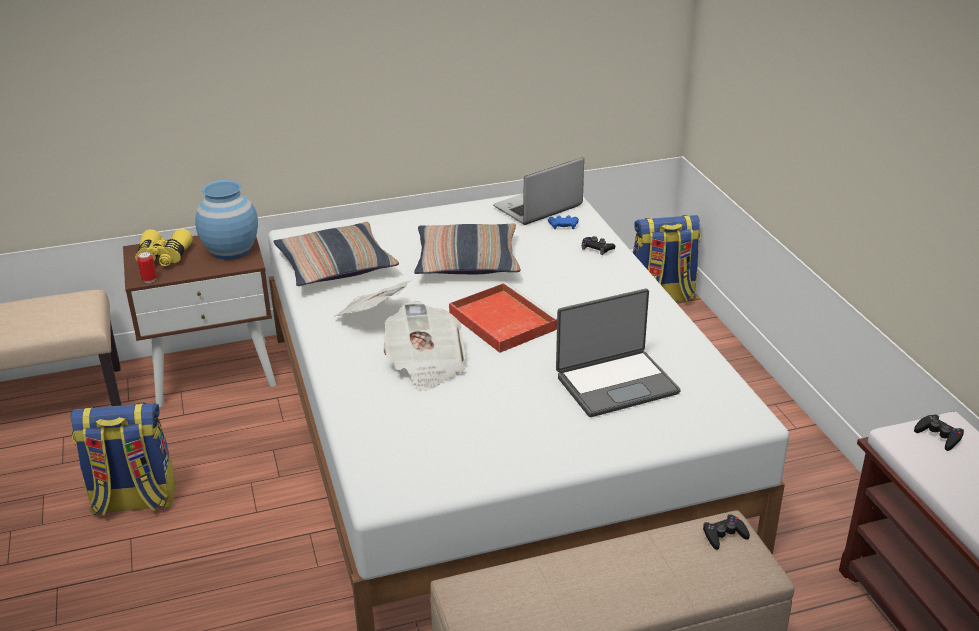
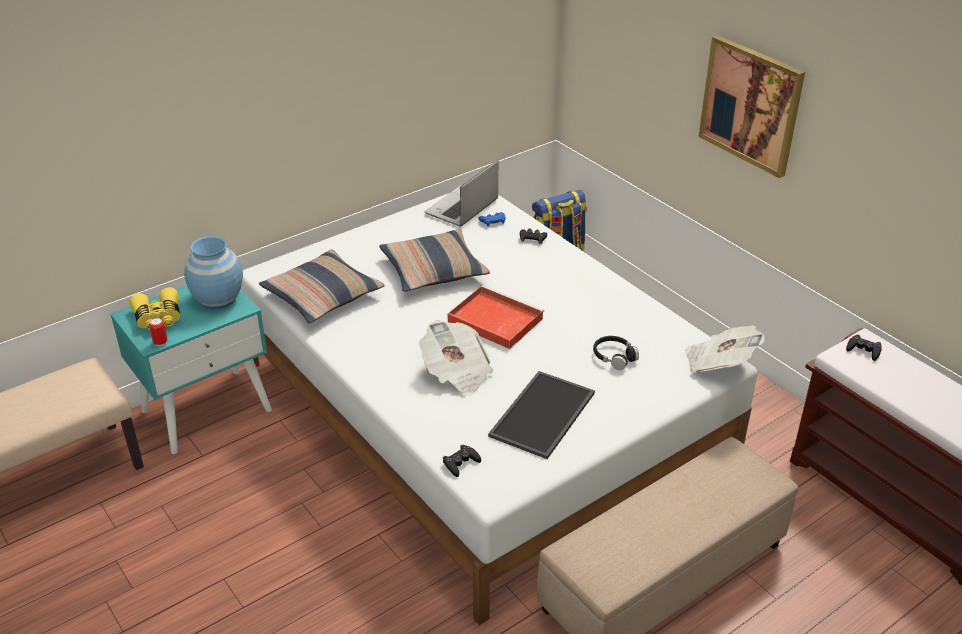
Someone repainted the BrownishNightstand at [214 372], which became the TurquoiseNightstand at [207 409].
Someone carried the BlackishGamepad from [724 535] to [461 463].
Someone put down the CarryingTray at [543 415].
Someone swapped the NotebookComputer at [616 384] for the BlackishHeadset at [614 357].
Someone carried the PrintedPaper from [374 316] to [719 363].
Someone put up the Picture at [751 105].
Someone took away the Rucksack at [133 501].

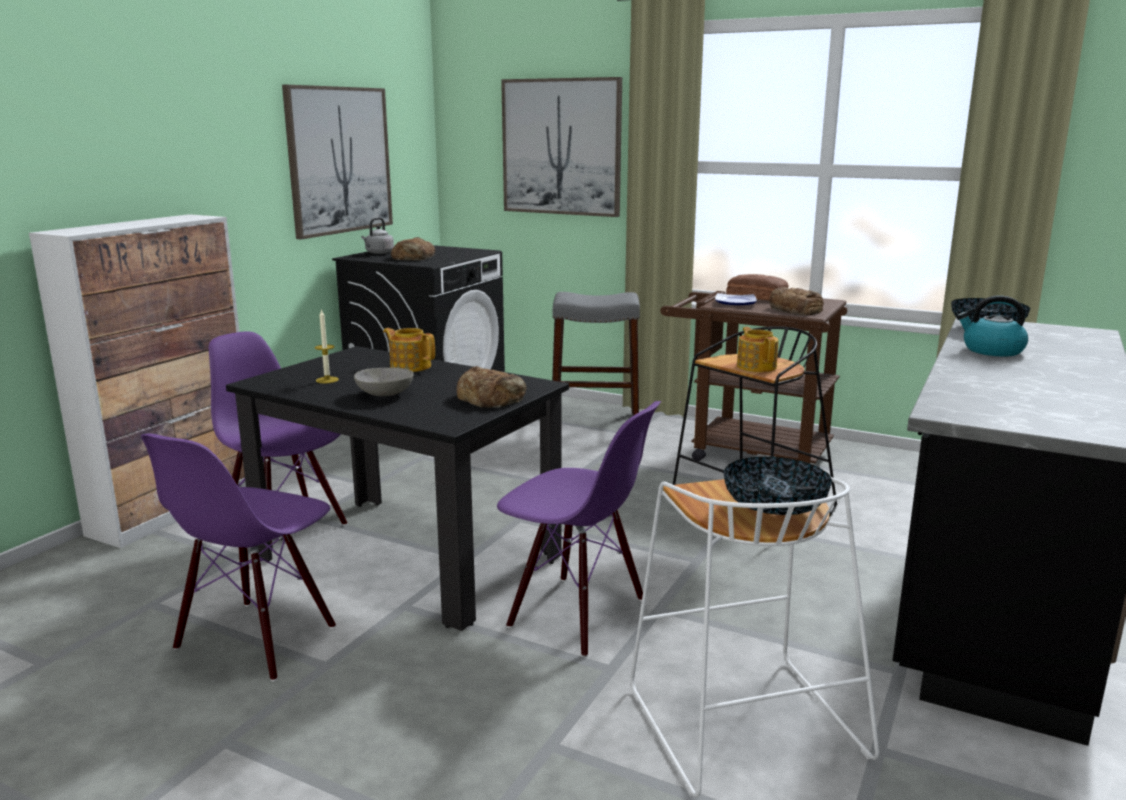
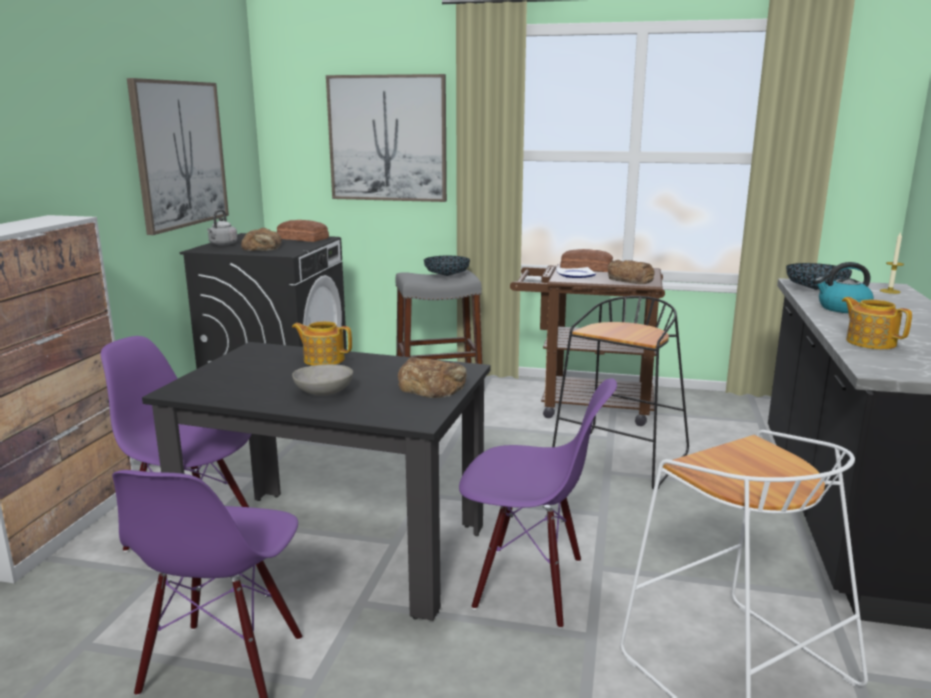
Someone put down the BakeryBread at [302 238].
Someone carried the DeepDish from [774 510] to [447 276].
Someone carried the Teapot from [756 366] to [870 342].
Someone carried the Candle from [327 380] to [890 291].

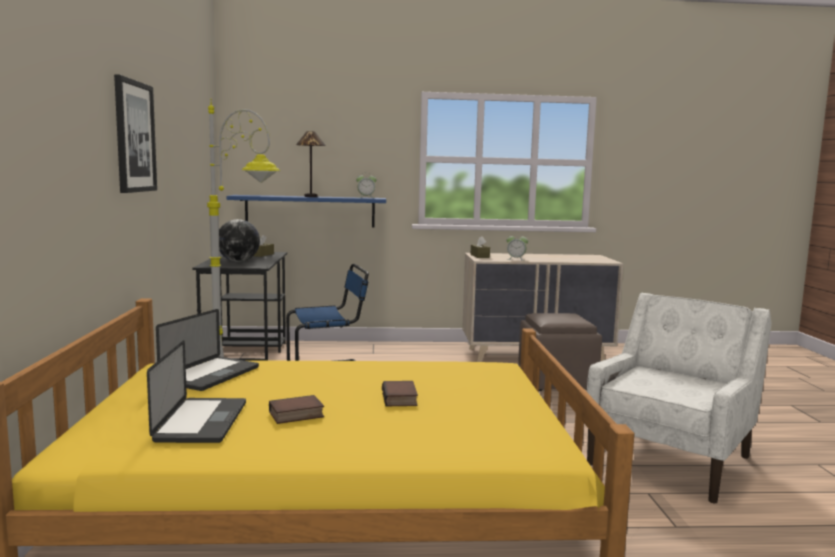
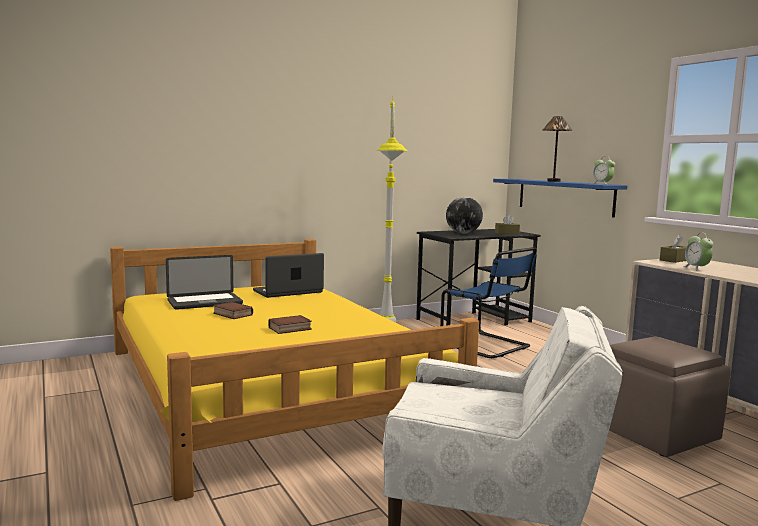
Someone rotated the NotebookComputer at [210 375] by 150 degrees clockwise.
Someone took away the Picture at [134 137].

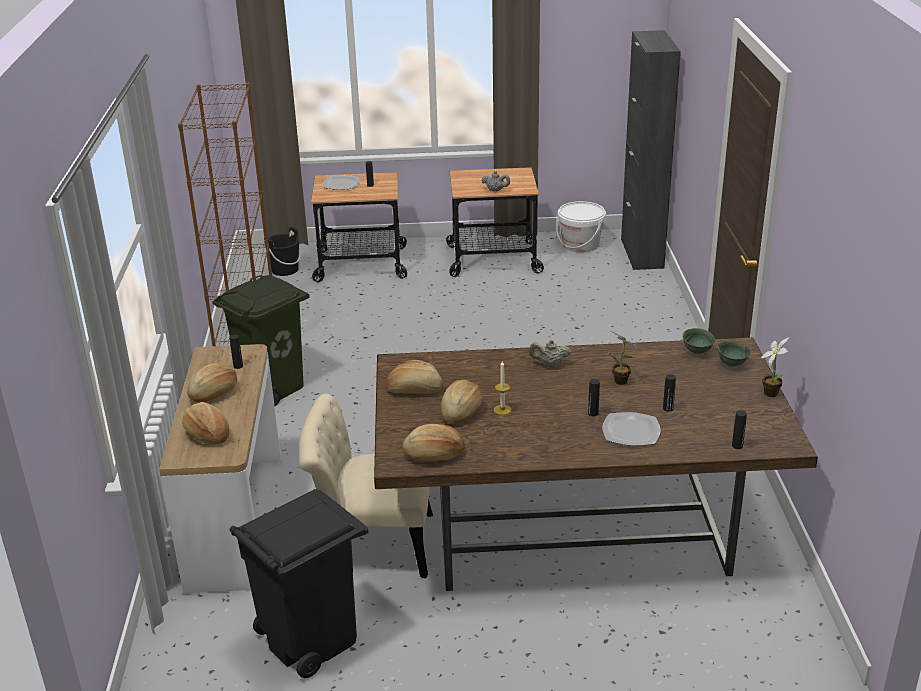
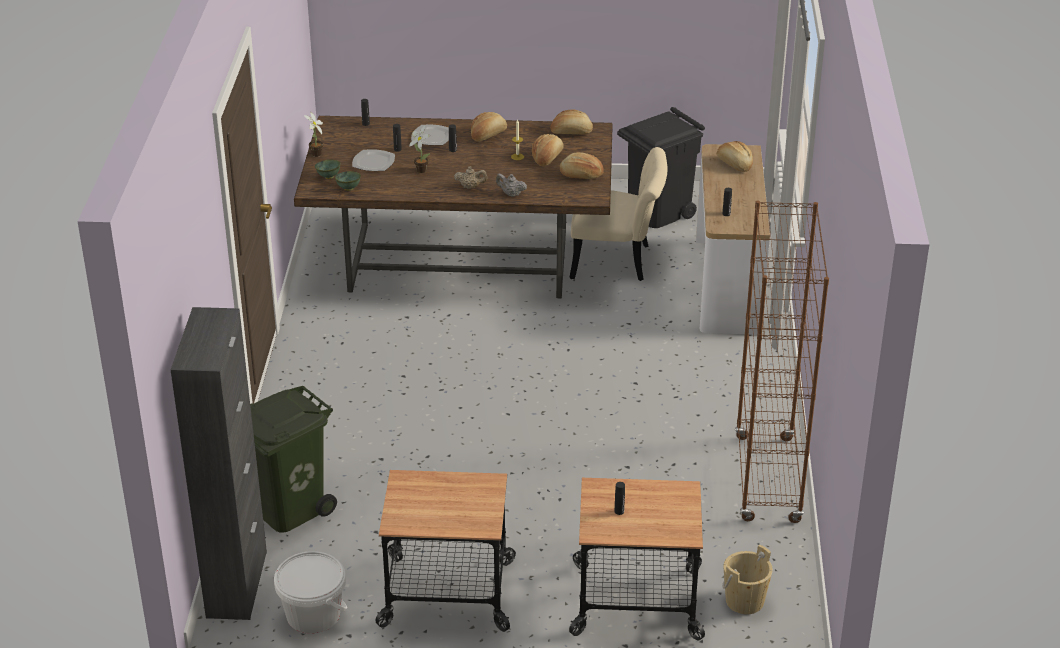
Someone carried the GreenColouredWasteBin from [273 388] to [288 508].
Someone carried the Plate from [341 184] to [374 162].
Someone carried the BakeryBread from [214 392] to [488 135].
Someone carried the GreyishTeapot from [495 190] to [511 194].
Someone repainted the BlackishWaterBucket at [284 269], which became the BeigeColouredWaterBucket at [744 601].

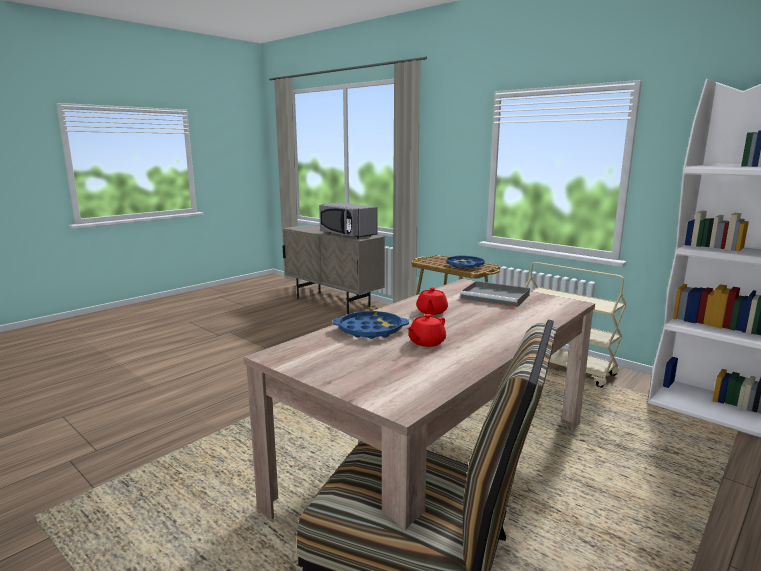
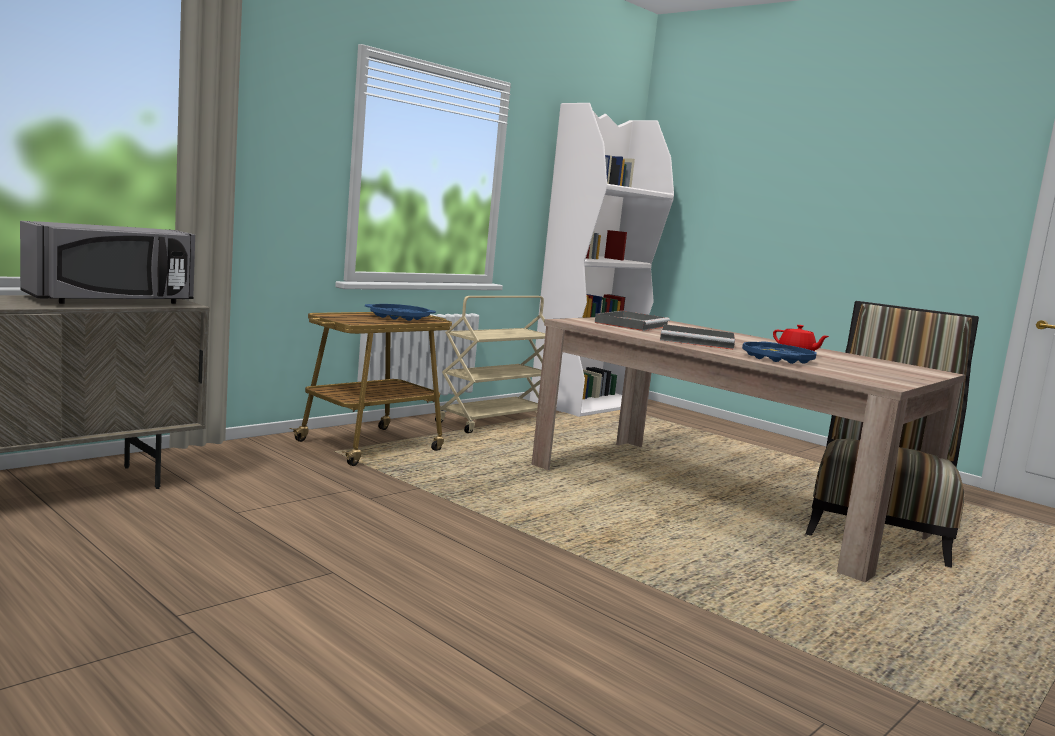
Someone swapped the RedTeapot at [431 312] for the GreyishCarryingTray at [698 341].

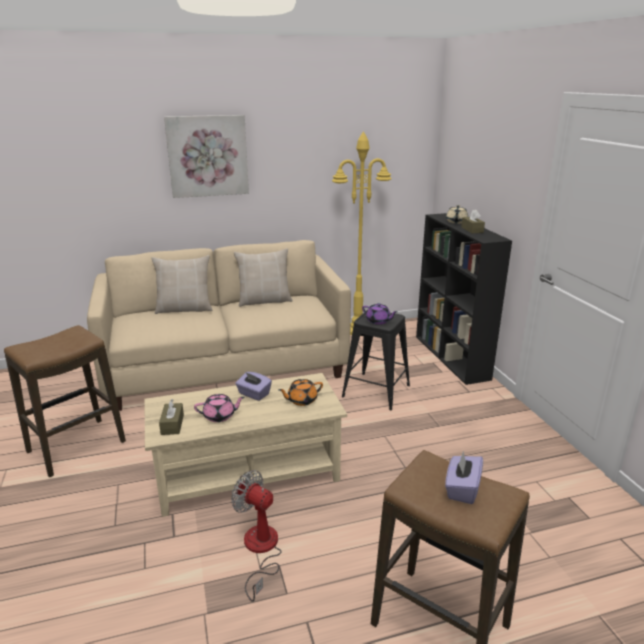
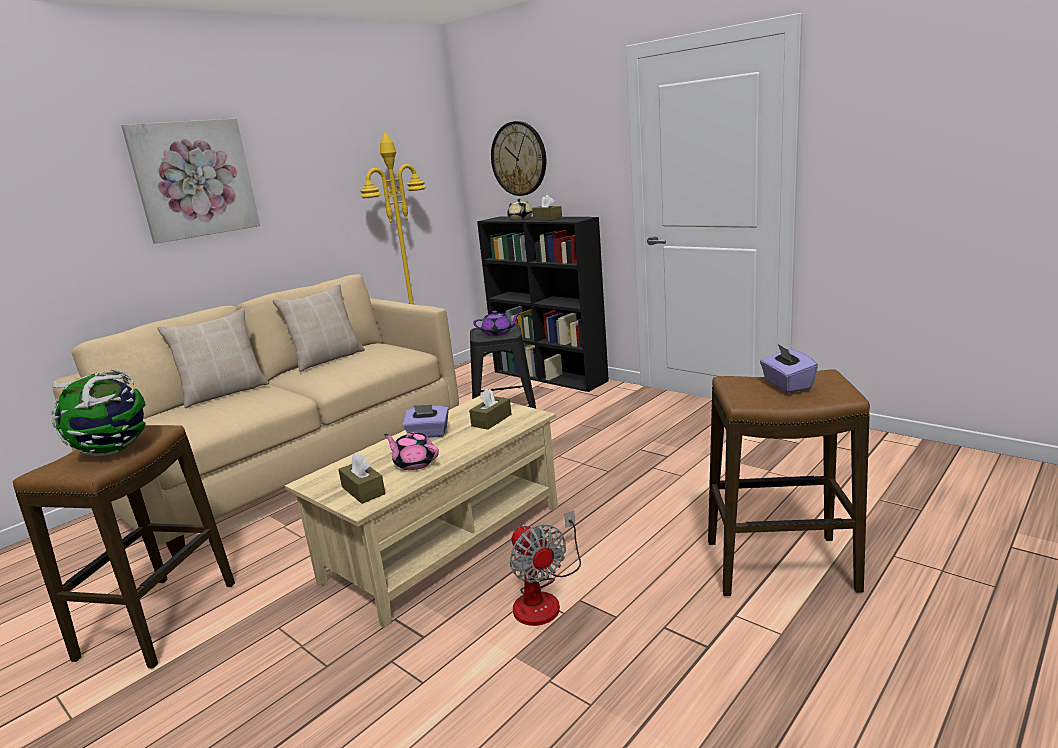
Someone put down the WorldGlobe at [114 451].
Someone rotated the PinkishTeapot at [220 416] by 105 degrees counterclockwise.
Someone swapped the OrangeyTeapot at [301 400] for the BrownishTissueHolder at [491 420].
Someone put up the ClockOnTheWall at [519 159].
Someone rotated the Fan at [260 550] by 120 degrees counterclockwise.

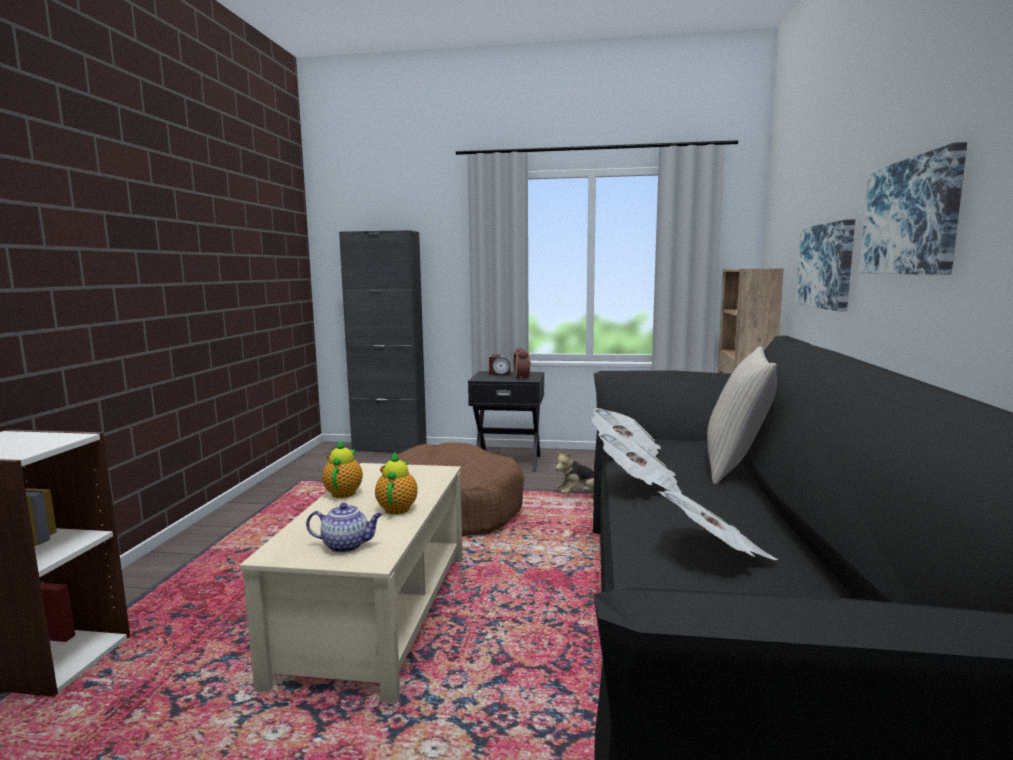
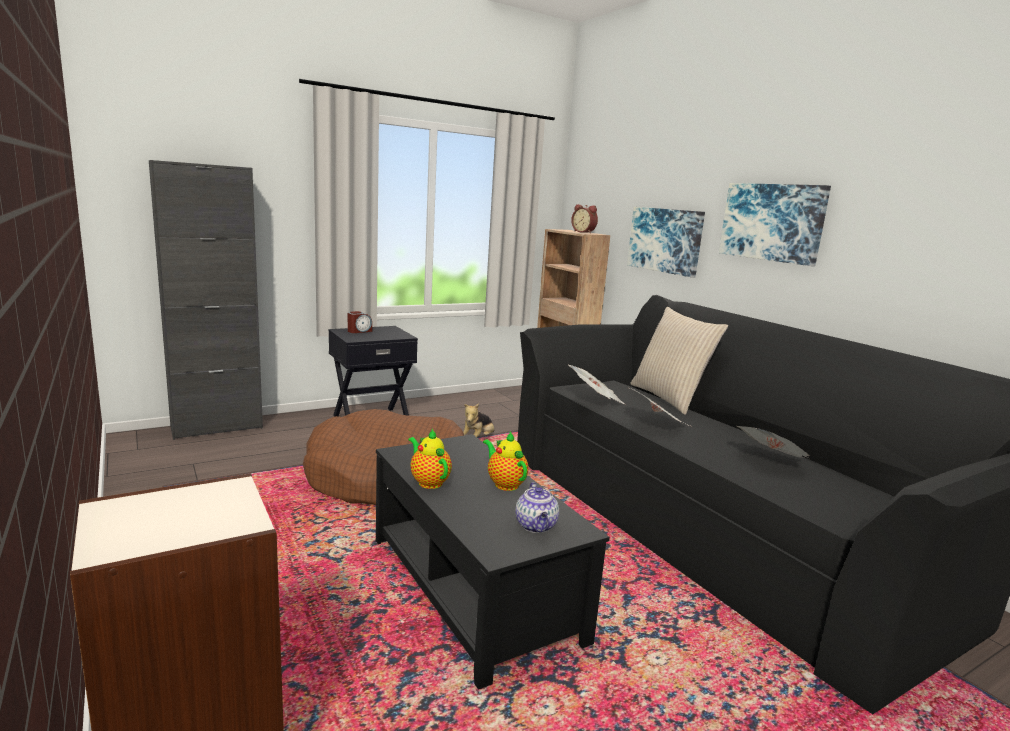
Someone repainted the BeigeColouredLowTable at [379 614], which became the BlackishLowTable at [474 588].
Someone rotated the Teapot at [347 545] by 120 degrees clockwise.
Someone carried the BedsideClock from [523 377] to [584 232].

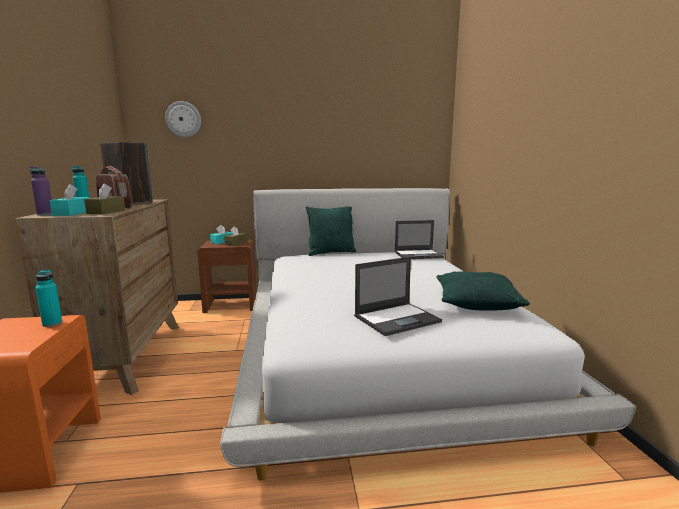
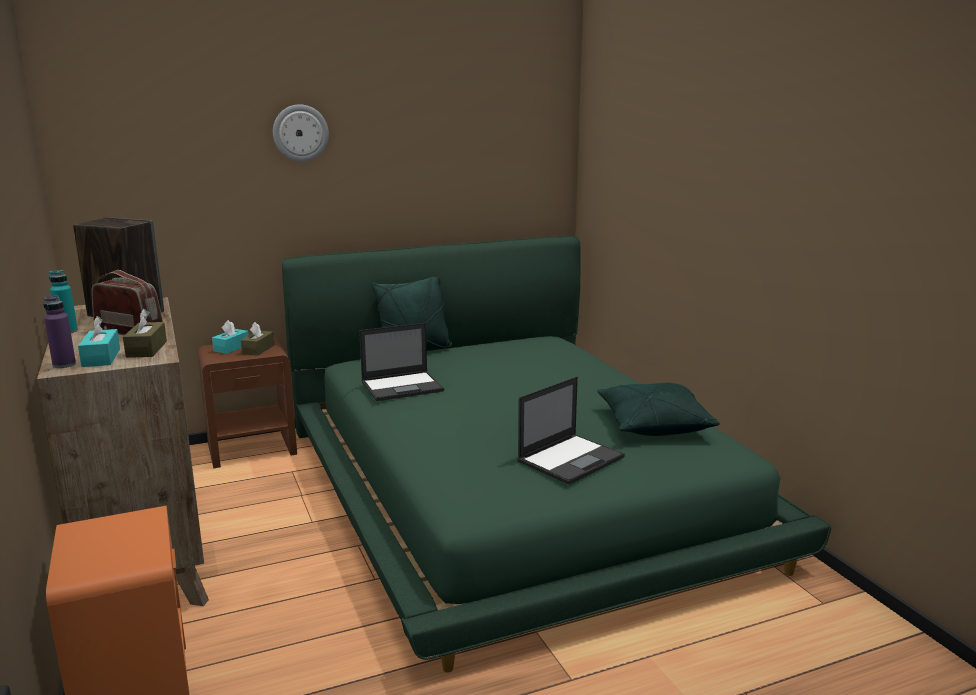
Someone carried the ClockOnTheWall from [183 119] to [300 133].
Someone repainted the WhiteColouredBed at [378 346], which became the GreenColouredBed at [513 489].
Someone carried the NotebookComputer from [418 255] to [403 386].
Someone took away the TurquoiseDrinkBottle at [52 323].

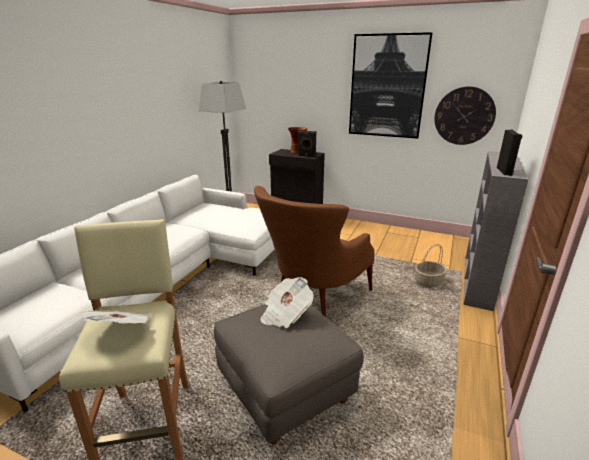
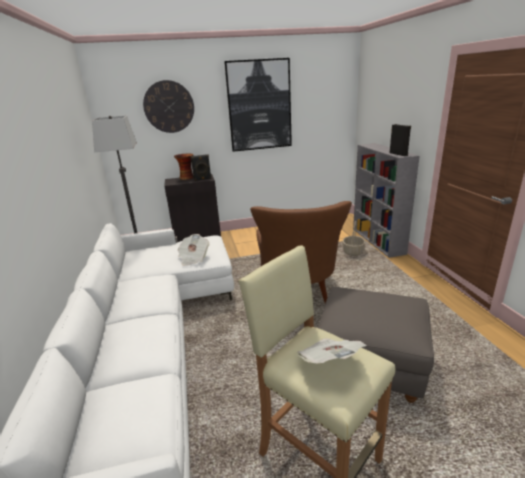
Someone carried the ClockOnTheWall from [464 116] to [169 107].
Someone carried the PrintedPaper from [285 314] to [193 258].

